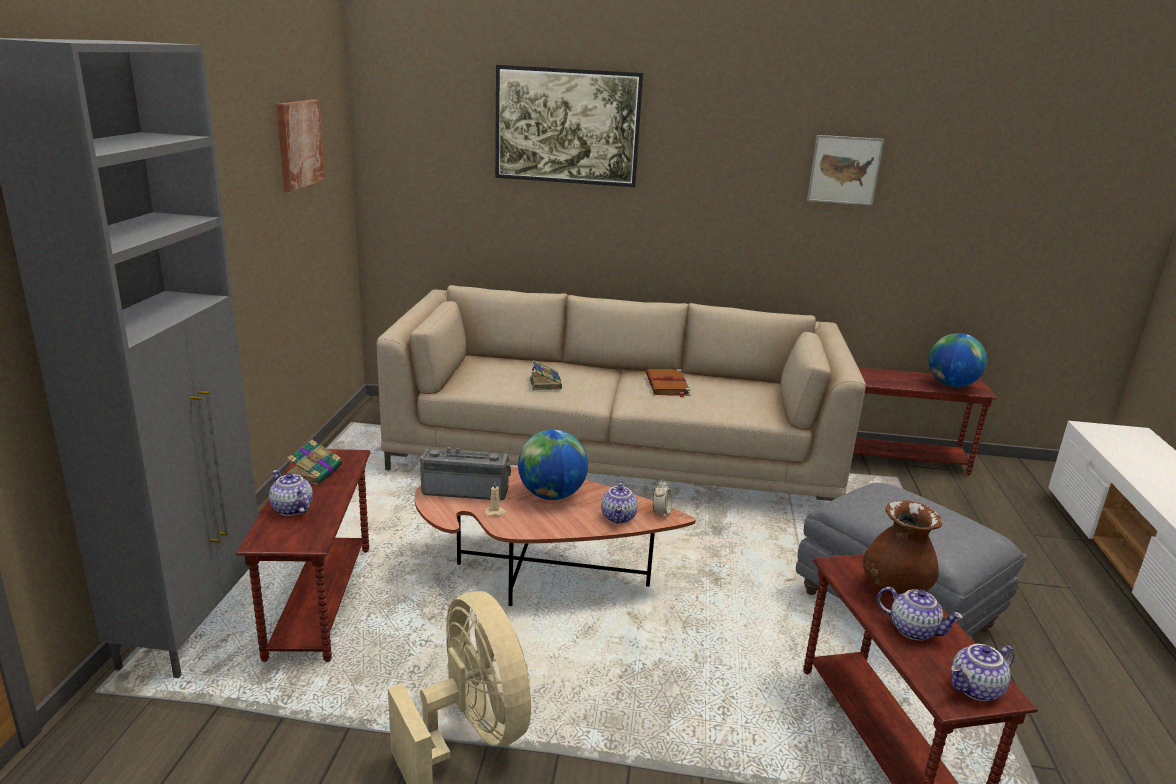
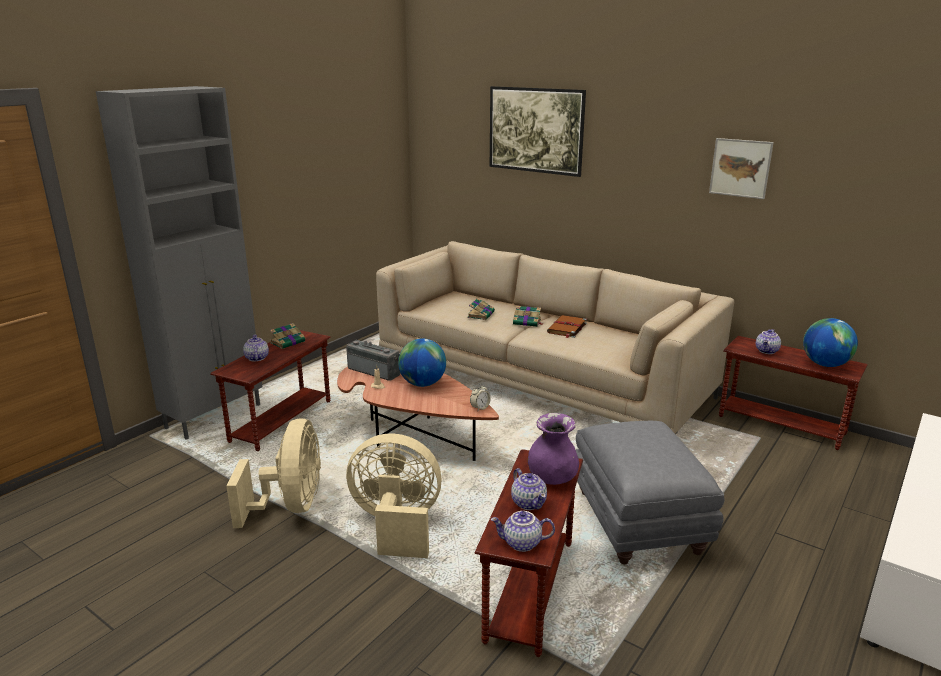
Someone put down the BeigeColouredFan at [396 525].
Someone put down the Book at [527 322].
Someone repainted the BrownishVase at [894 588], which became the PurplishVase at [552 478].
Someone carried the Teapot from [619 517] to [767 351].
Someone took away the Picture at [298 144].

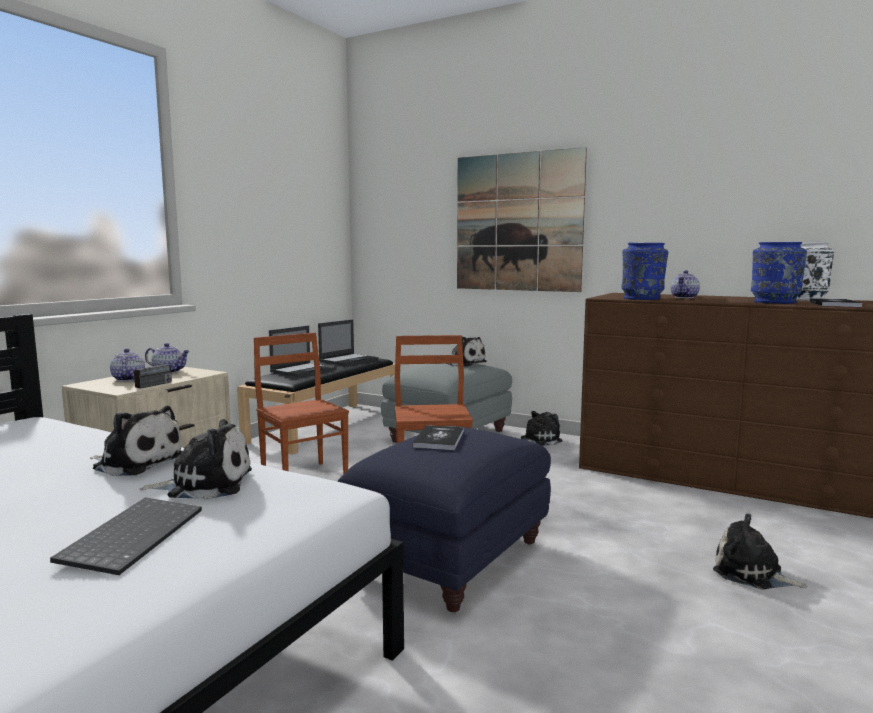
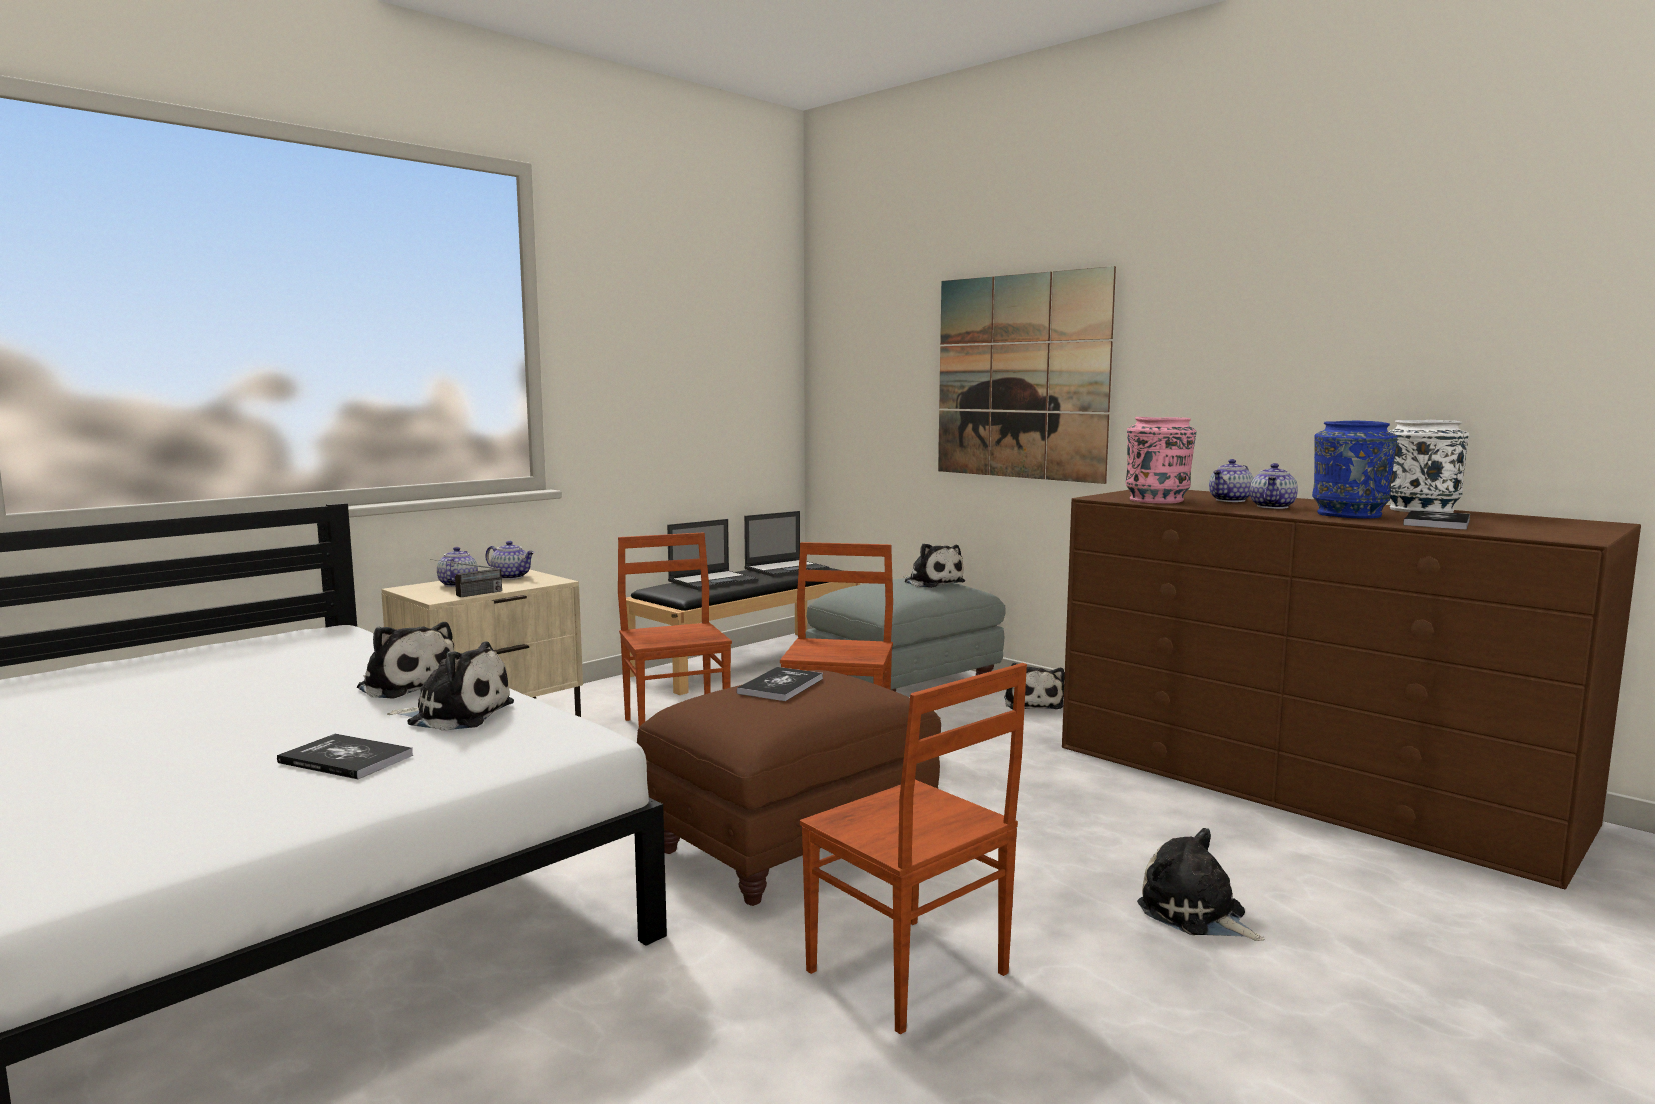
Someone swapped the Keyboard at [132 536] for the Book at [345 759].
Someone repainted the BluePouffe at [450 557], which became the BrownishPouffe at [793 843].
Someone put down the BrownishChair at [907 975].
Someone rotated the CuddlyToy at [538 440] by 105 degrees clockwise.
Someone repainted the BlueVase at [642 298], which became the PinkishVase at [1158 500].
Someone put down the Teapot at [1273 507].

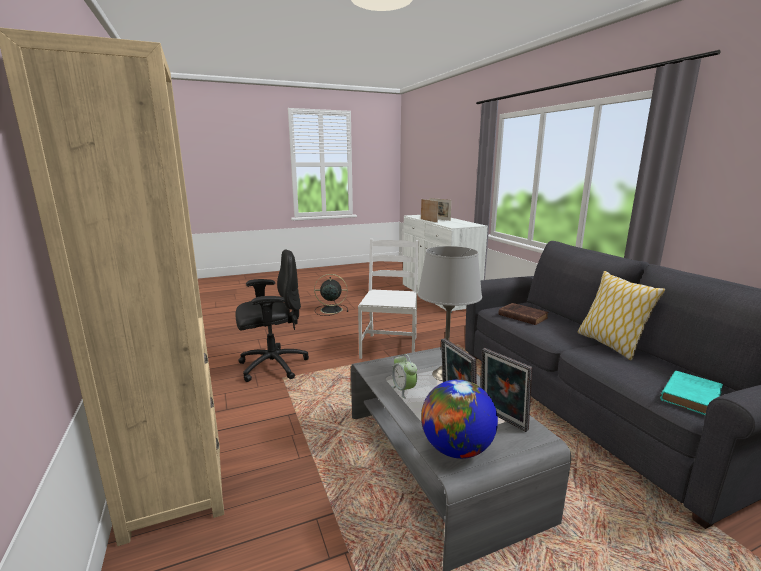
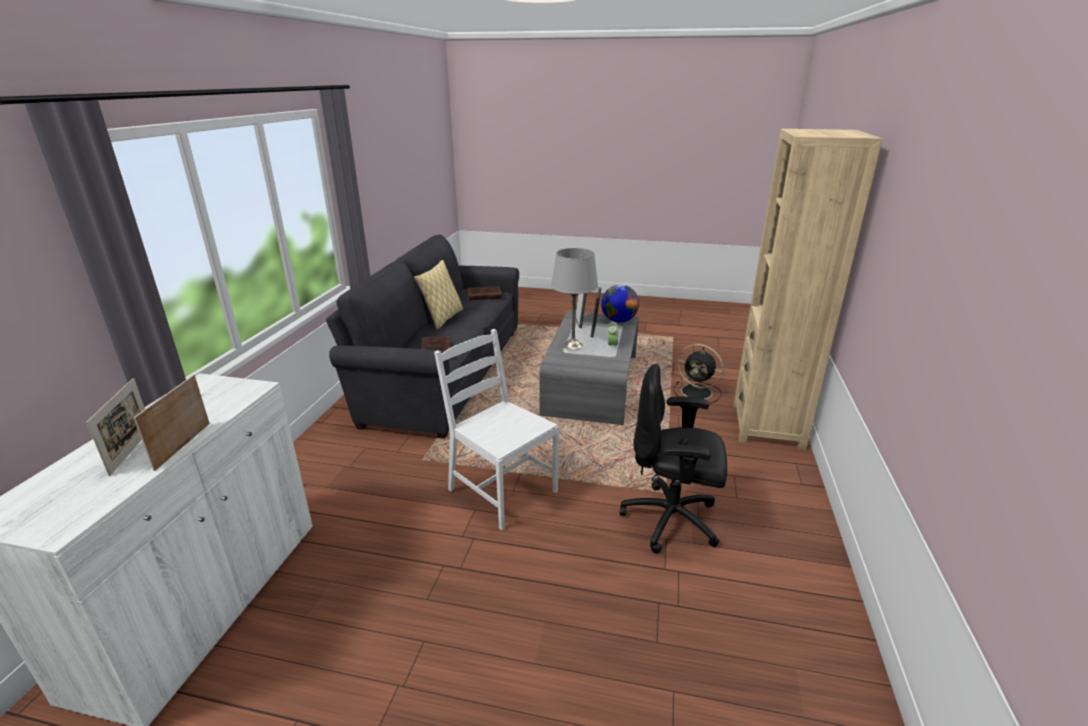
Someone rotated the WhiteColouredChair at [390 347] by 90 degrees clockwise.
Someone repainted the TurquoiseBook at [691 395], which became the BrownishBook at [483 295].
Someone carried the BlackishFan from [330 310] to [698 392].

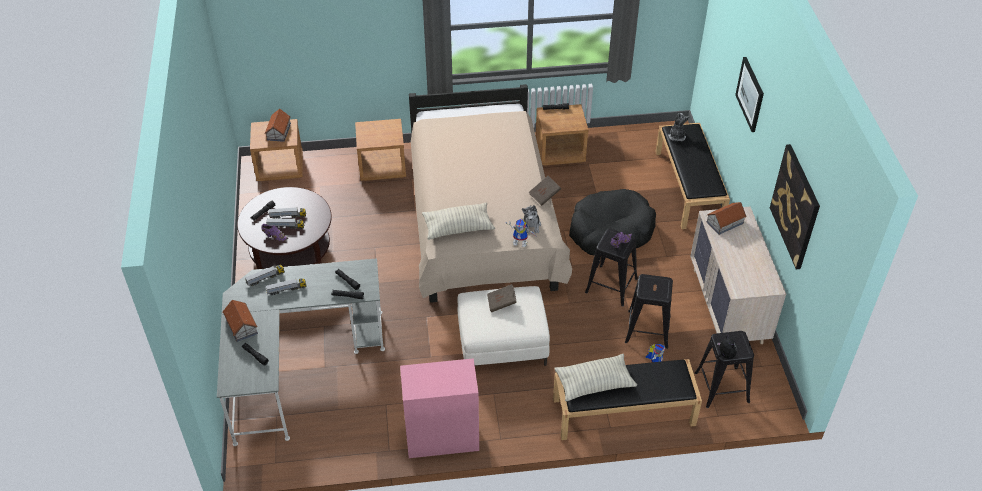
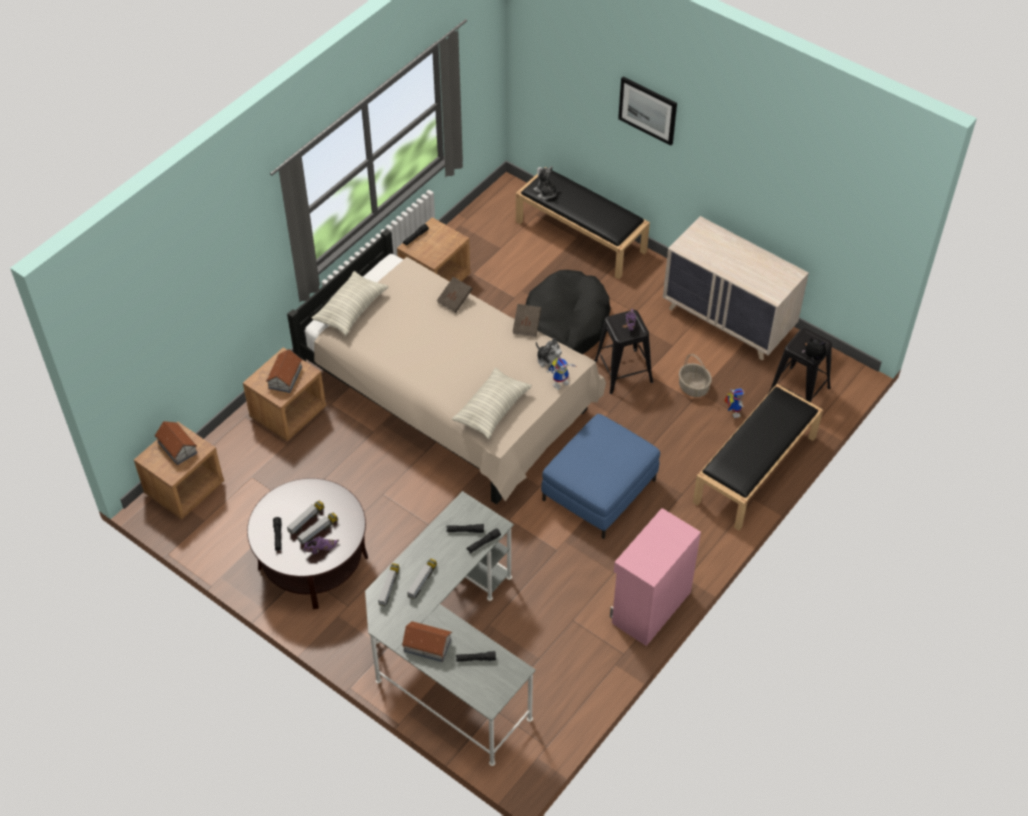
Someone carried the MiniatureHouse from [724 222] to [285 377].
Someone carried the Pillow from [594 383] to [351 310].
Someone carried the BrownishBook from [501 303] to [455 300].
Someone repainted the WhiteColouredPouffe at [502 343], which became the BluePouffe at [599 490].
Someone swapped the BlackishSittingStool at [647 329] for the StorageBasket at [694 387].
Someone took away the Picture at [795 206].

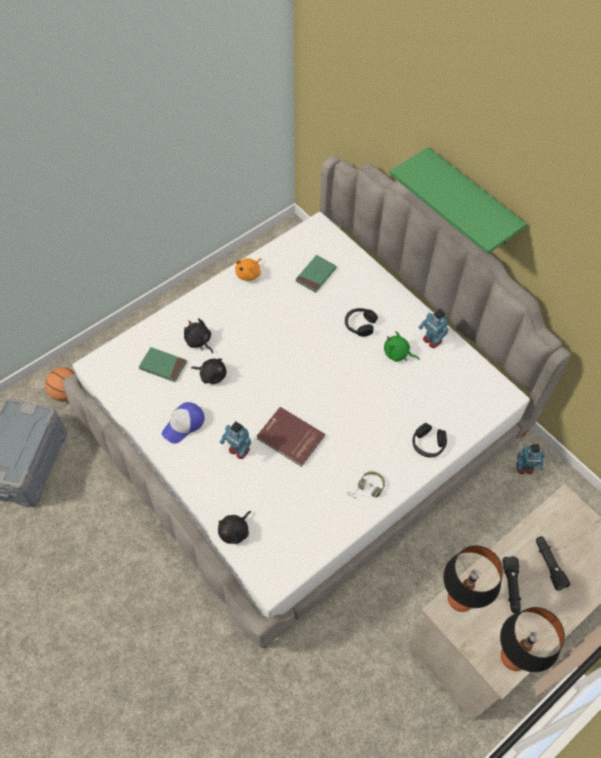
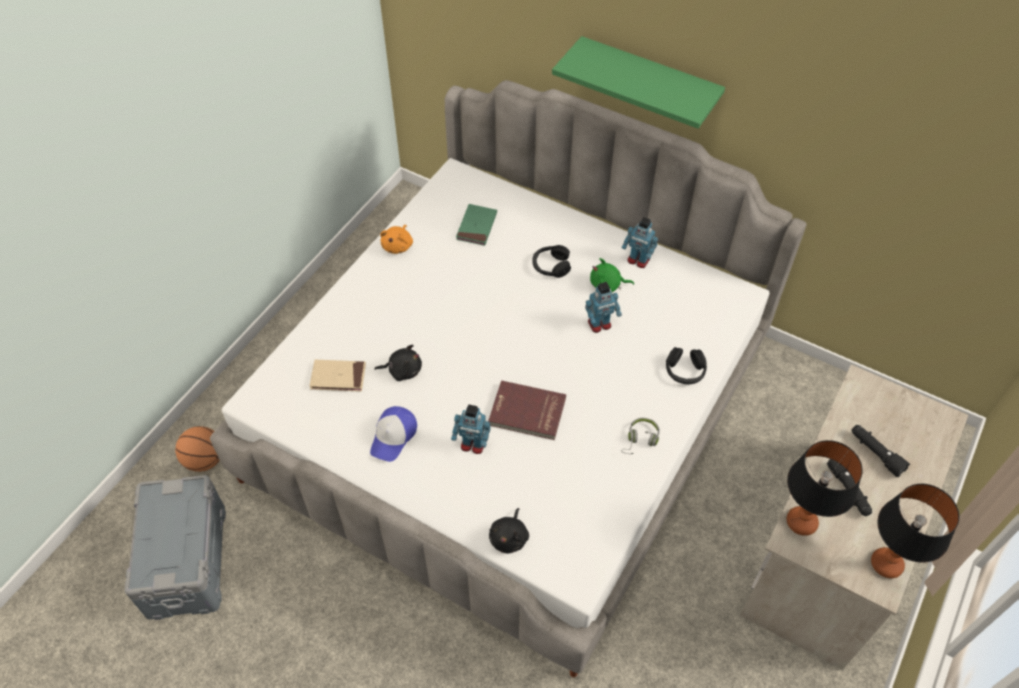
Someone repainted the GreenColouredBook at [163 366], which became the BeigeColouredBook at [338 377].
Someone carried the RobotFigure from [524 468] to [599 324].
Someone took away the BlackishCuddlyToy at [199 341].

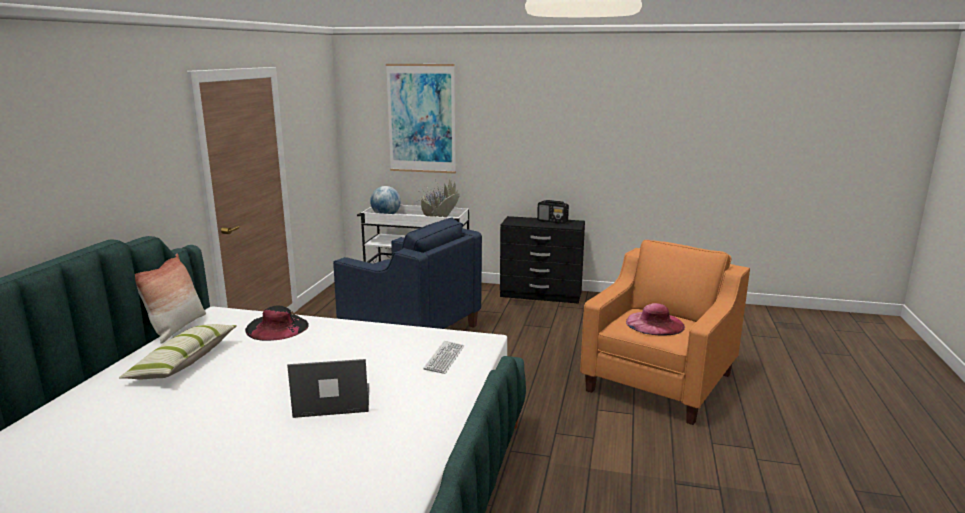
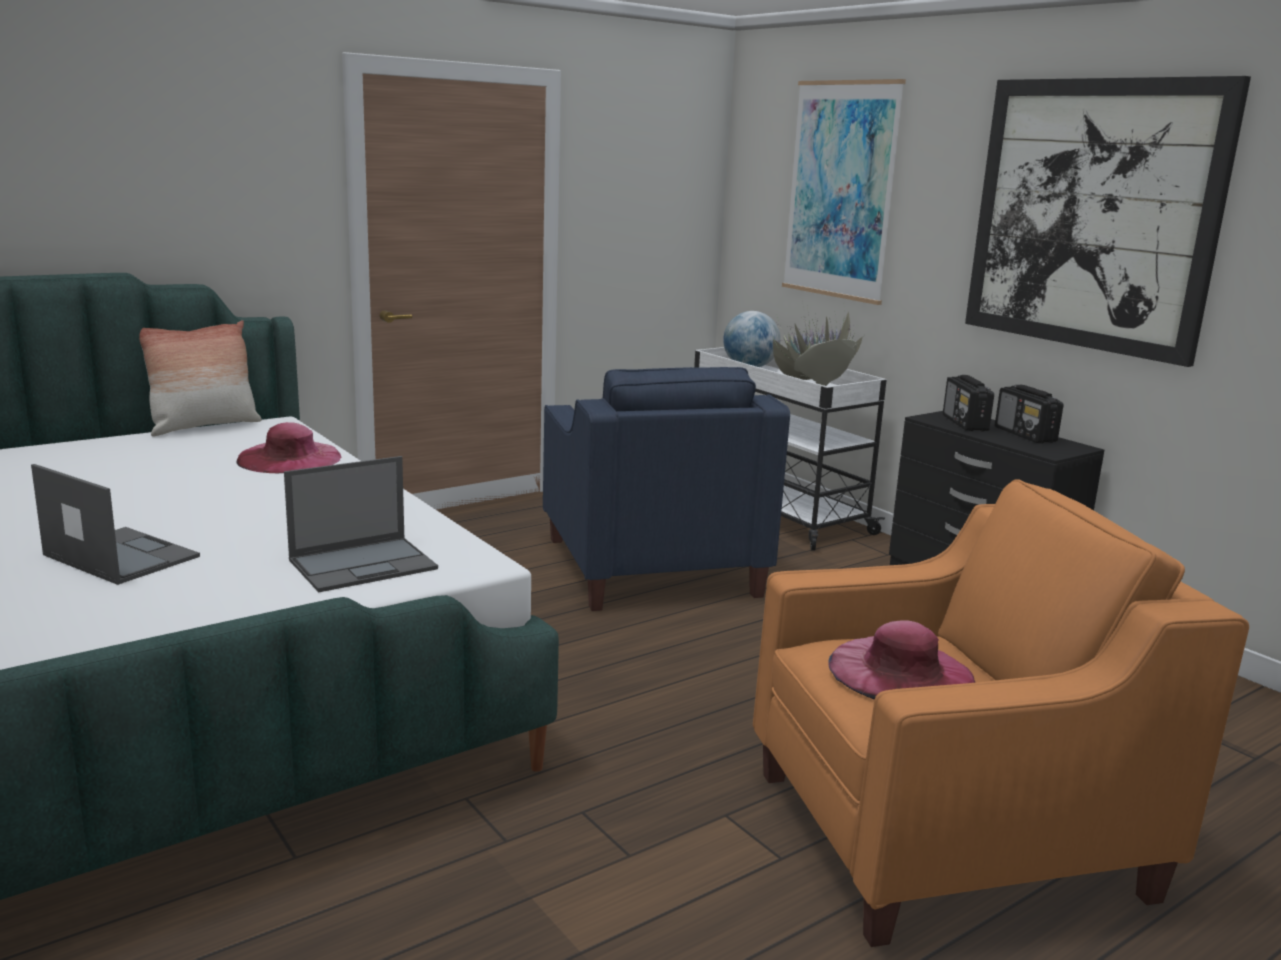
Someone repainted the BlackishWearableHat at [277 327], which became the PinkishWearableHat at [289 458].
Someone swapped the Keyboard at [444 358] for the NotebookComputer at [364 564].
Someone put down the Radio at [965 424].
Someone put up the Picture at [1093 215].
Someone took away the Pillow at [184 362].

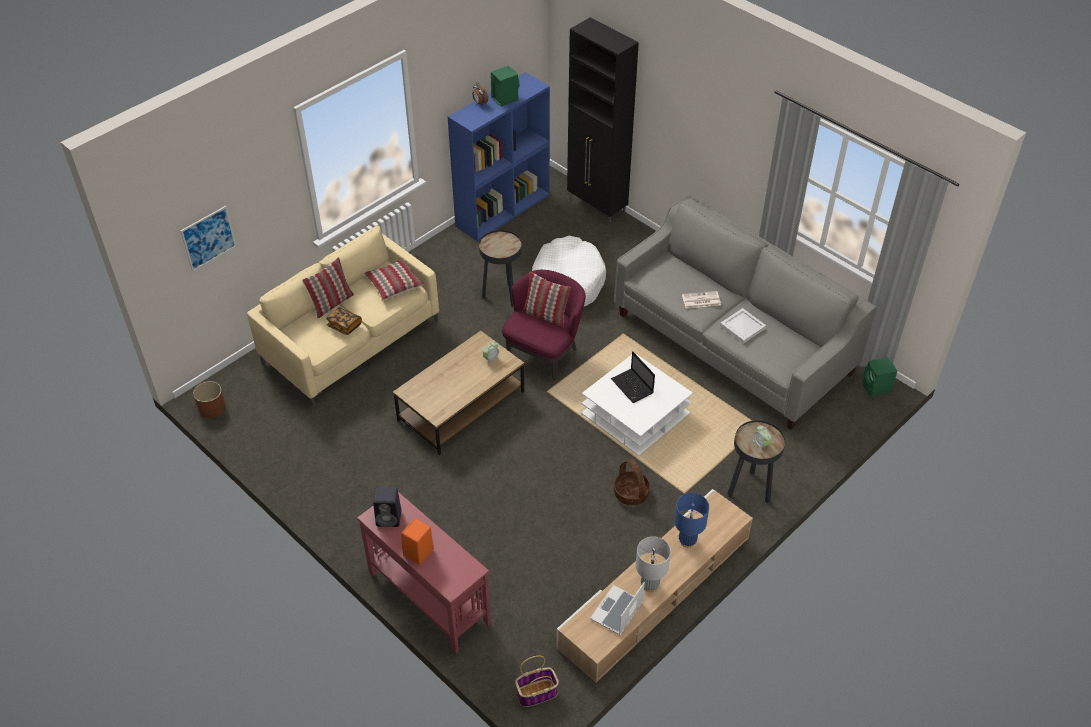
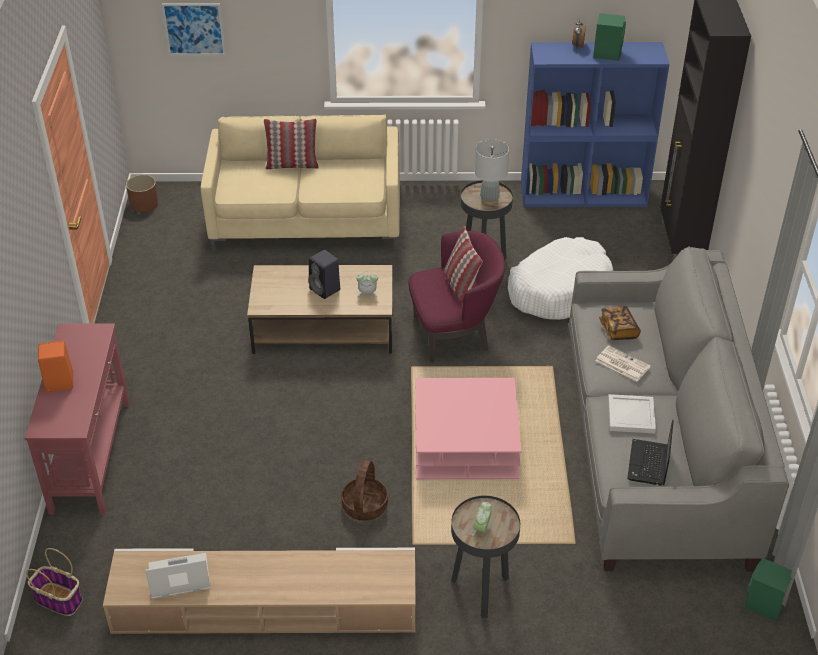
Someone carried the BlackishLoudspeaker from [390 518] to [325 289].
Someone repainted the WhiteColouredLowTable at [635 413], which became the PinkishLowTable at [465 442].
Someone carried the GreyishTabletopLamp from [650 585] to [489 200].
Someone carried the Book from [344 326] to [618 330].
Someone carried the NotebookComputer from [633 387] to [648 464].
Someone took away the Pillow at [394 284].
Someone took away the BlueTabletopLamp at [687 541].

